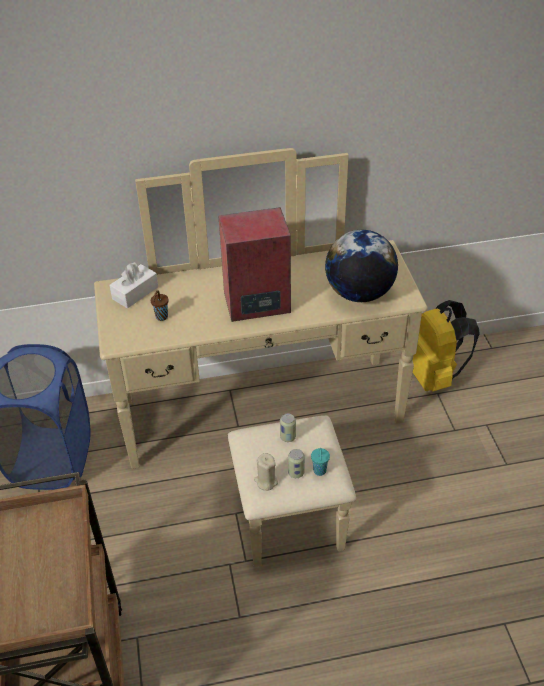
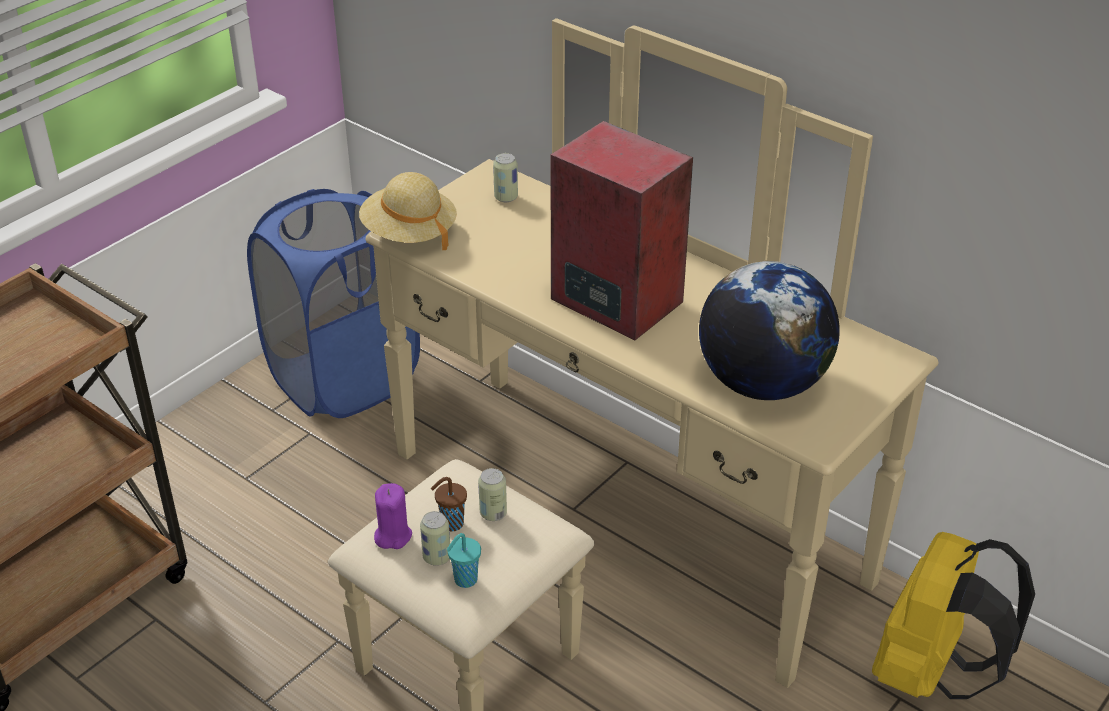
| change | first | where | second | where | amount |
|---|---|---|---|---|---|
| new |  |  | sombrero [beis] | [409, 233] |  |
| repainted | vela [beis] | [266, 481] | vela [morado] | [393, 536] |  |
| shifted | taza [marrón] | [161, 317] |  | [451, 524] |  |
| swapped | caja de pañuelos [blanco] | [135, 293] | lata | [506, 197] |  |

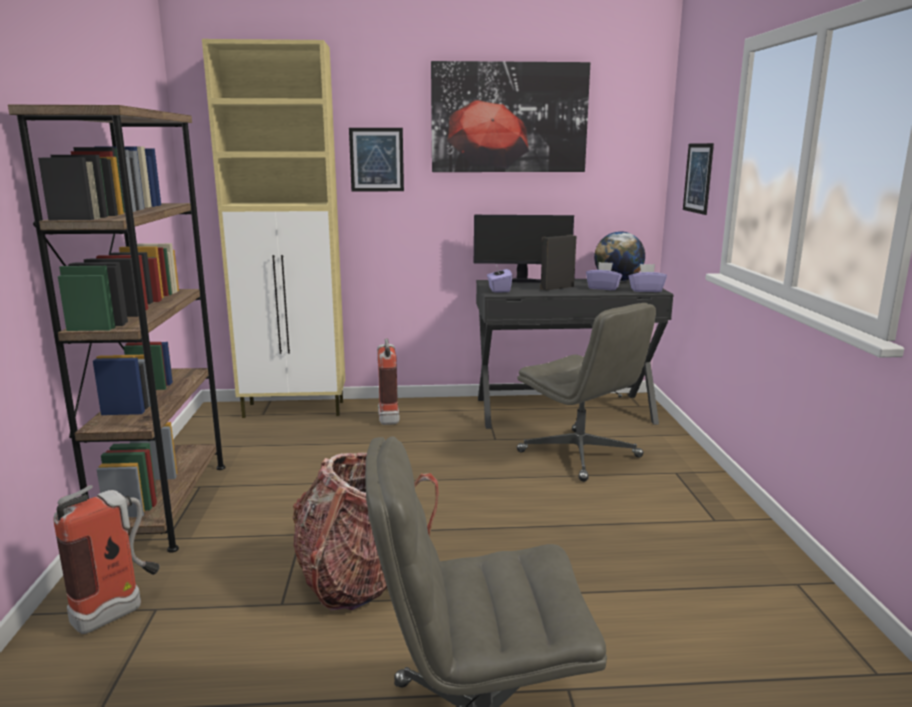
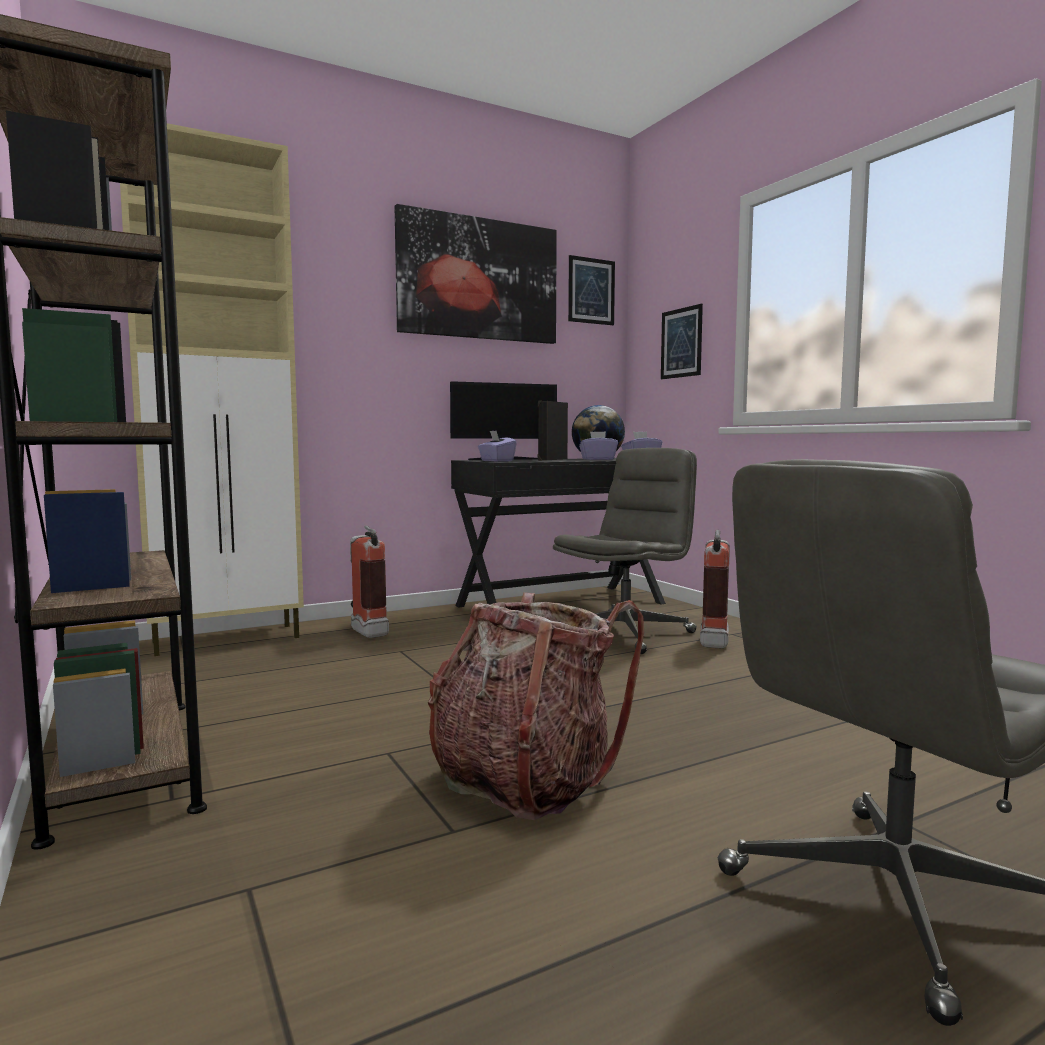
| change | first | where | second | where | amount |
|---|---|---|---|---|---|
| rotated | silla de oficina [gris] | [580, 455] |  | [625, 633] | 75 degrees counterclockwise |
| shifted | cuadro | [376, 159] |  | [591, 291] |  |
| shifted | extintor | [120, 611] |  | [714, 640] |  |

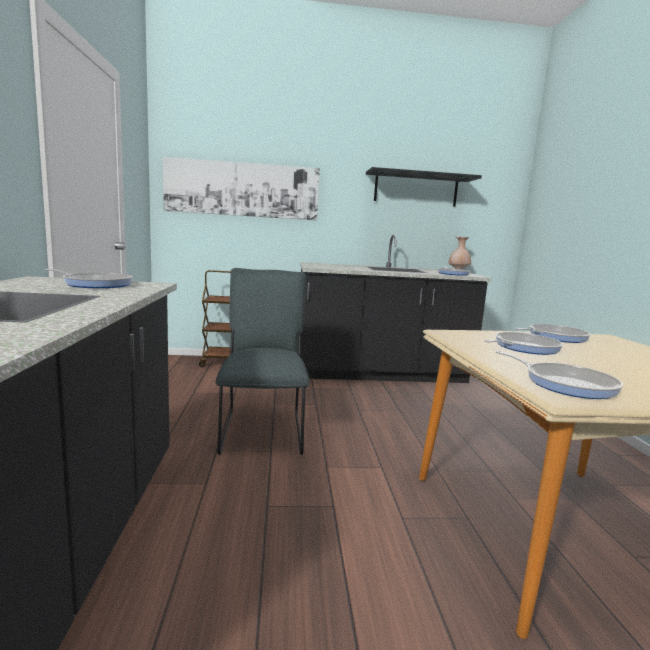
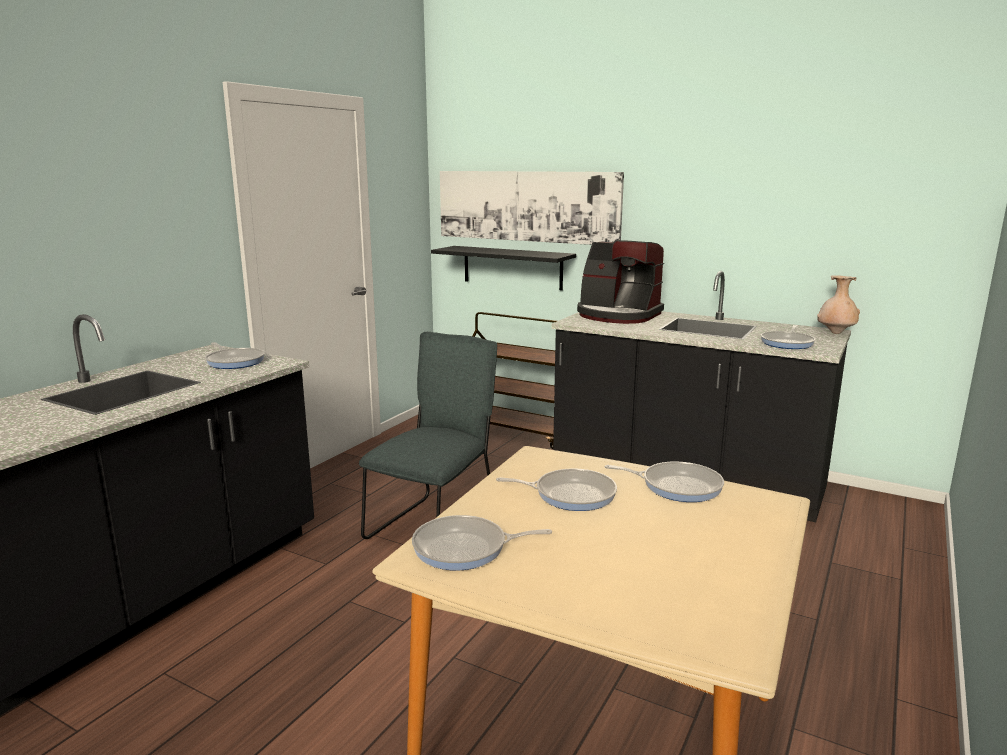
| change | first | where | second | where | amount |
|---|---|---|---|---|---|
| rotated | sartén | [565, 384] |  | [465, 549] | 90 degrees clockwise |
| shifted | estante [negro] | [416, 189] |  | [512, 267] |  |
| new |  |  | cafetera | [618, 315] |  |

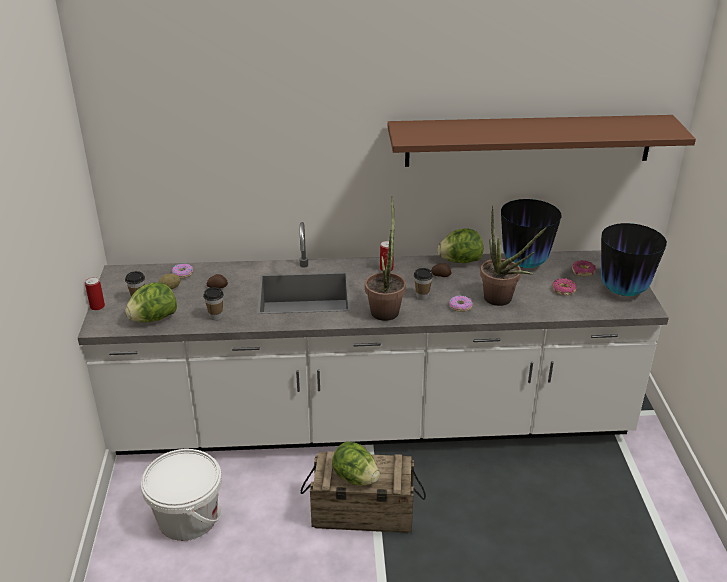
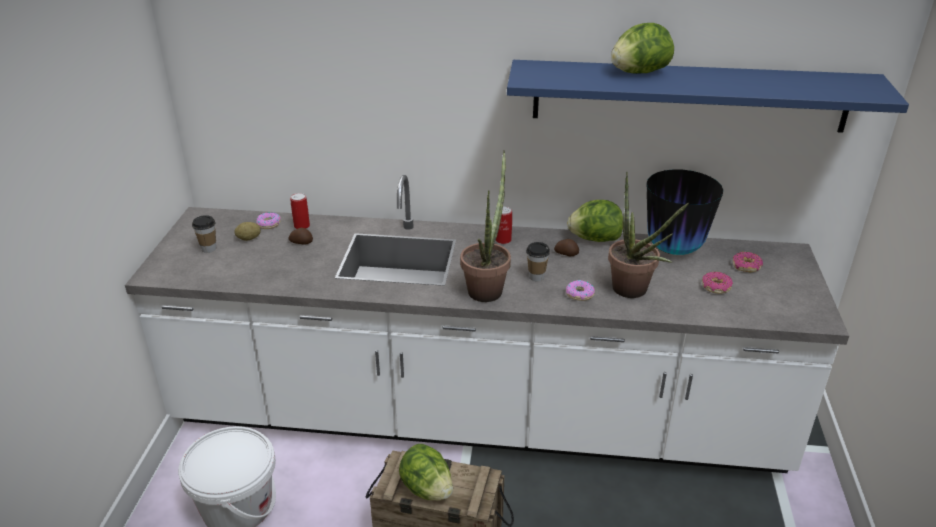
| change | first | where | second | where | amount |
|---|---|---|---|---|---|
| shifted | lata | [97, 306] |  | [302, 226] |  |
| repainted | estante [marrón] | [528, 140] | estante [azul] | [689, 96] |  |
| shifted | lechuga | [153, 319] |  | [639, 72] |  |
| gone | taza | [216, 316] |  |  |  |
| gone | florero | [623, 291] |  |  |  |

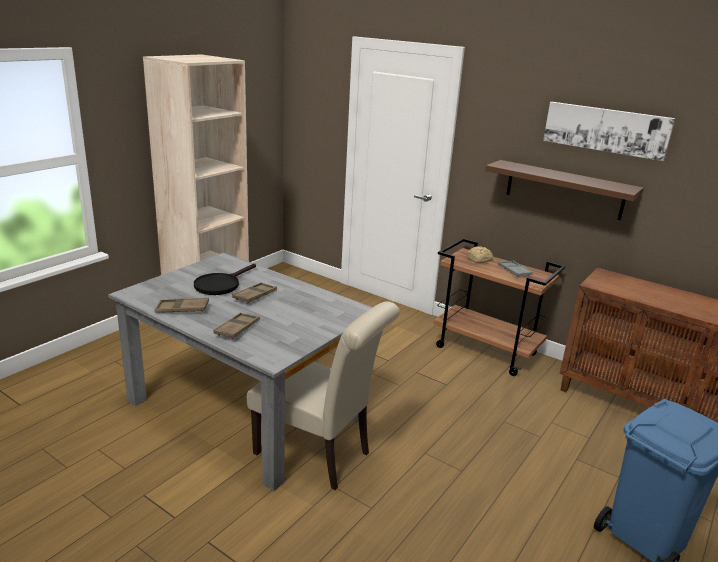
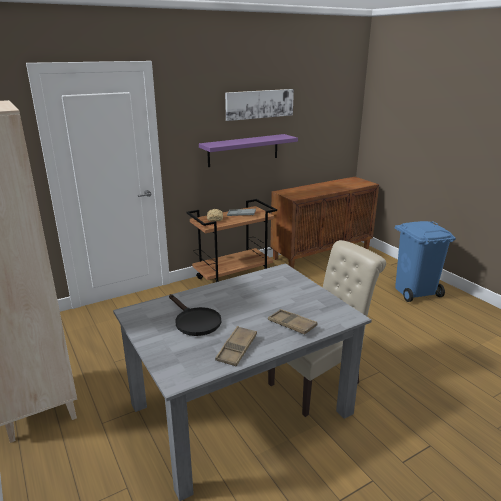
| change | first | where | second | where | amount |
|---|---|---|---|---|---|
| repainted | estante [marrón] | [564, 189] | estante [morado] | [243, 150] |  |
| gone | bandeja [marrón] | [255, 296] |  |  |  |

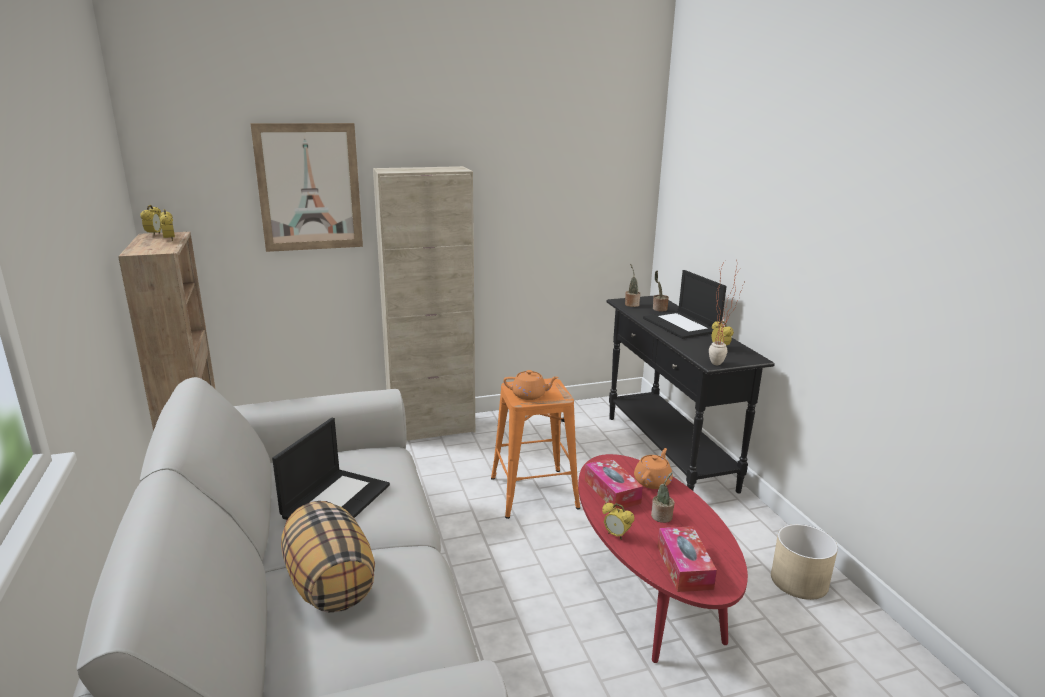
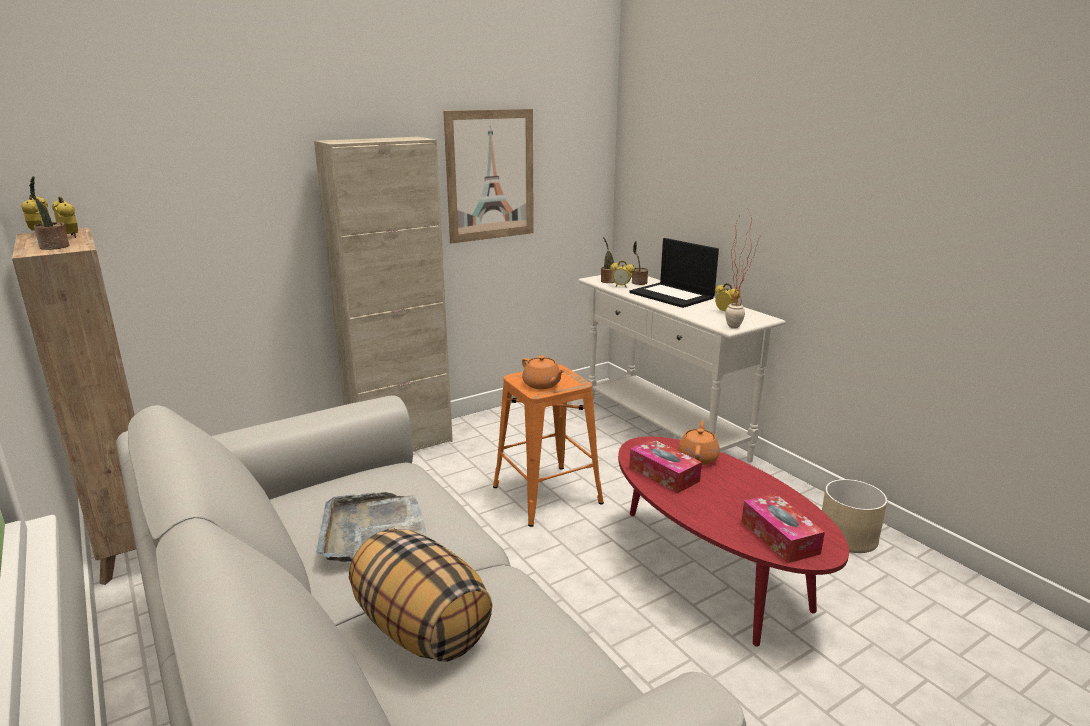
| change | first | where | second | where | amount |
|---|---|---|---|---|---|
| shifted | planta en maceta | [662, 517] |  | [54, 247] |  |
| swapped | portátil | [336, 500] | bandeja [gris] | [374, 531] |  |
| shifted | cuadro | [309, 187] |  | [490, 175] |  |
| rotated | tetera [naranja] | [530, 395] |  | [542, 384] | 60 degrees clockwise |
| repainted | mesa consola [negro] | [668, 452] | mesa consola [blanco] | [664, 433] |  |
| shifted | despertador | [616, 535] |  | [621, 286] |  |

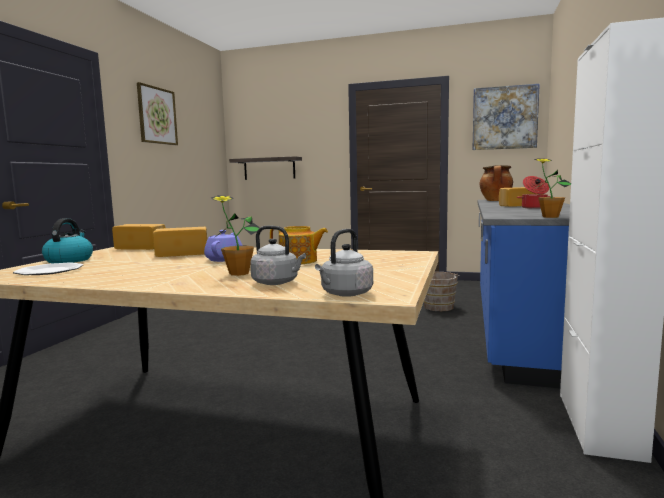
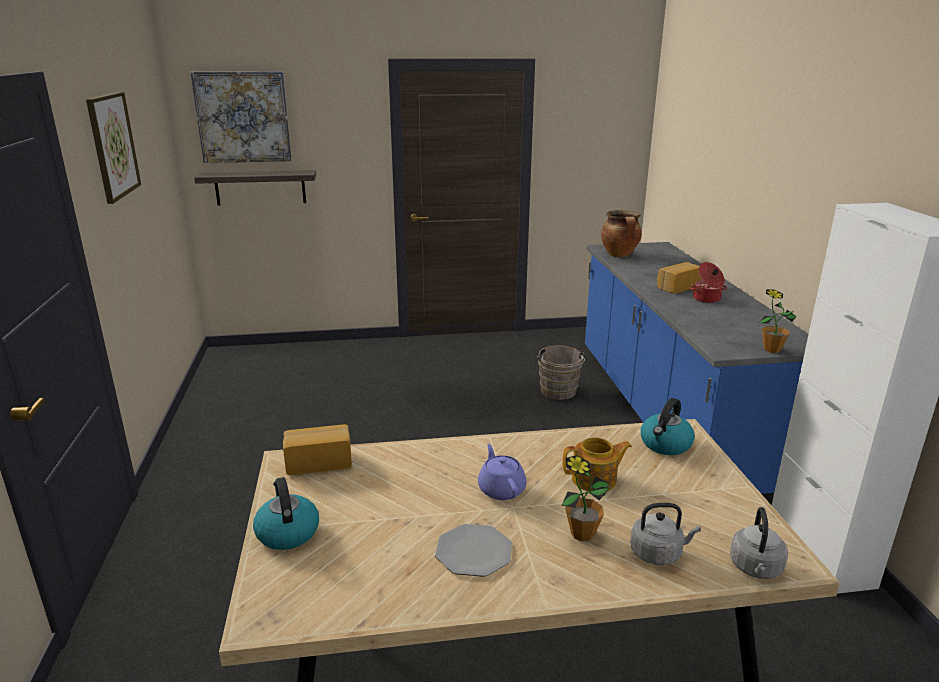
| change | first | where | second | where | amount |
|---|---|---|---|---|---|
| shifted | cuadro | [504, 118] |  | [243, 117] |  |
| shifted | plato | [50, 271] |  | [474, 552] |  |
| new |  |  | hervidor | [665, 445] |  |
| gone | pan | [182, 254] |  |  |  |

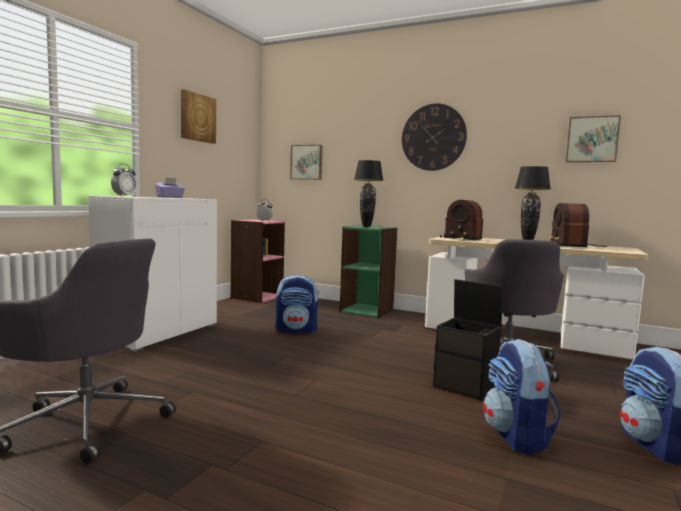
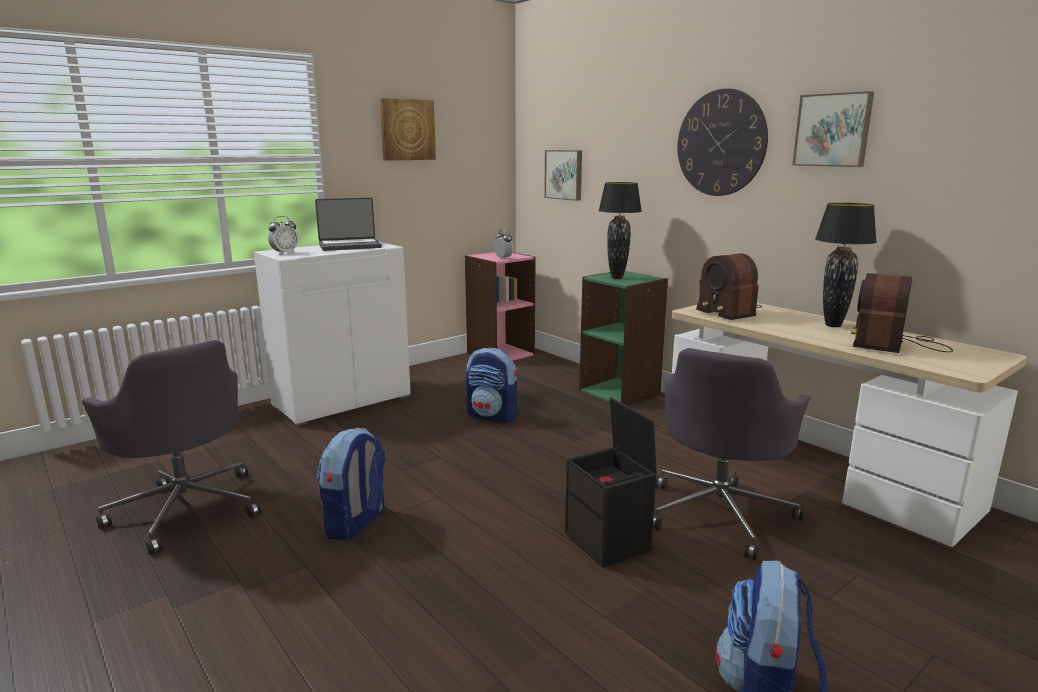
| change | first | where | second | where | amount |
|---|---|---|---|---|---|
| swapped | caja de pañuelos [morado] | [170, 197] | portátil | [350, 246] |  |
| shifted | mochila | [517, 437] |  | [356, 523] |  |
| shifted | cuadro | [592, 139] |  | [833, 130] |  |

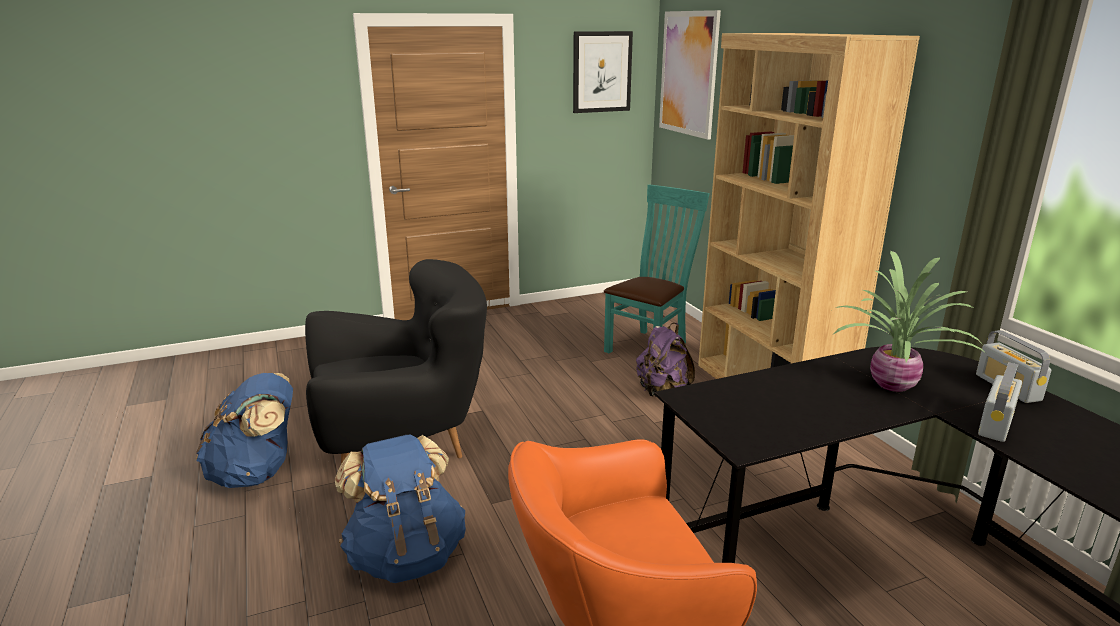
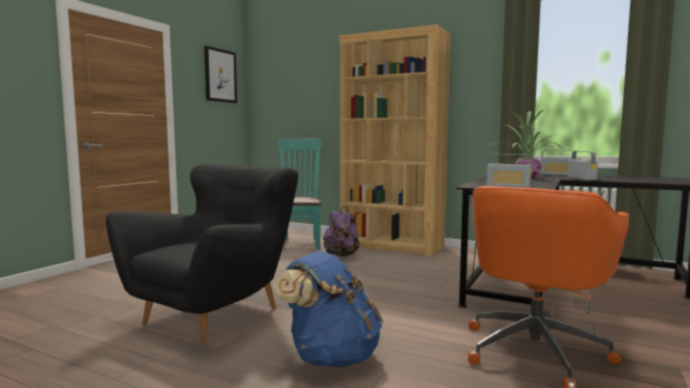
| change | first | where | second | where | amount |
|---|---|---|---|---|---|
| new |  |  | radio | [508, 186] |  |
| gone | mochila [azul] | [257, 473] |  |  |  |
| gone | cuadro | [688, 73] |  |  |  |

